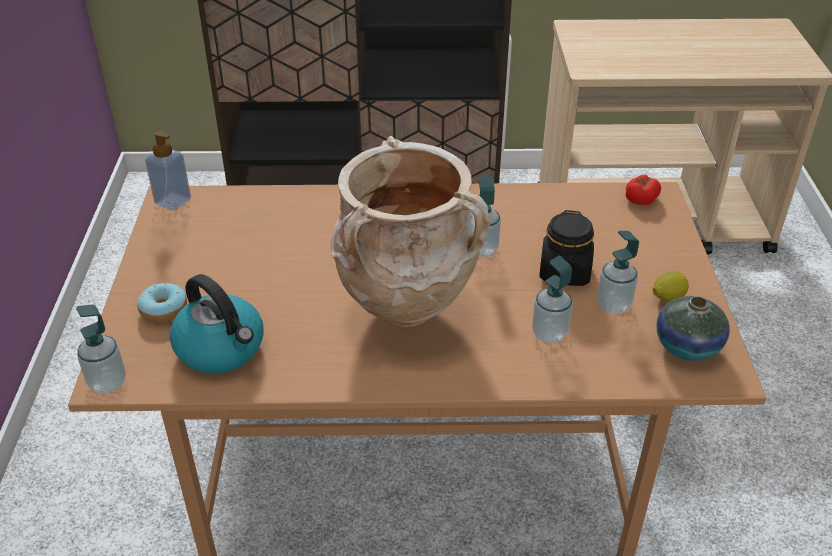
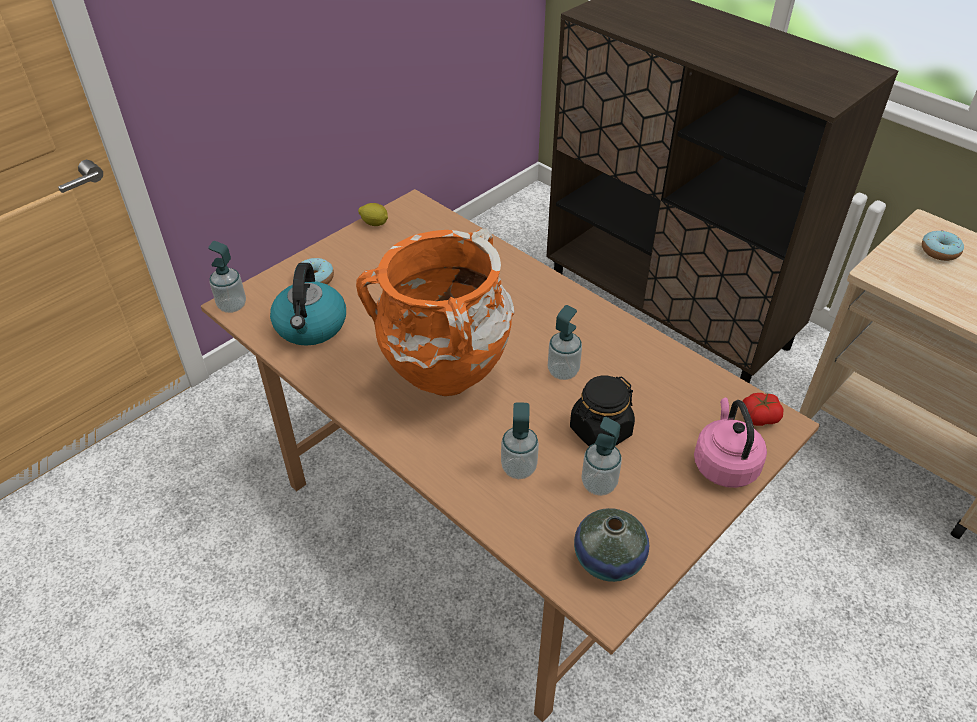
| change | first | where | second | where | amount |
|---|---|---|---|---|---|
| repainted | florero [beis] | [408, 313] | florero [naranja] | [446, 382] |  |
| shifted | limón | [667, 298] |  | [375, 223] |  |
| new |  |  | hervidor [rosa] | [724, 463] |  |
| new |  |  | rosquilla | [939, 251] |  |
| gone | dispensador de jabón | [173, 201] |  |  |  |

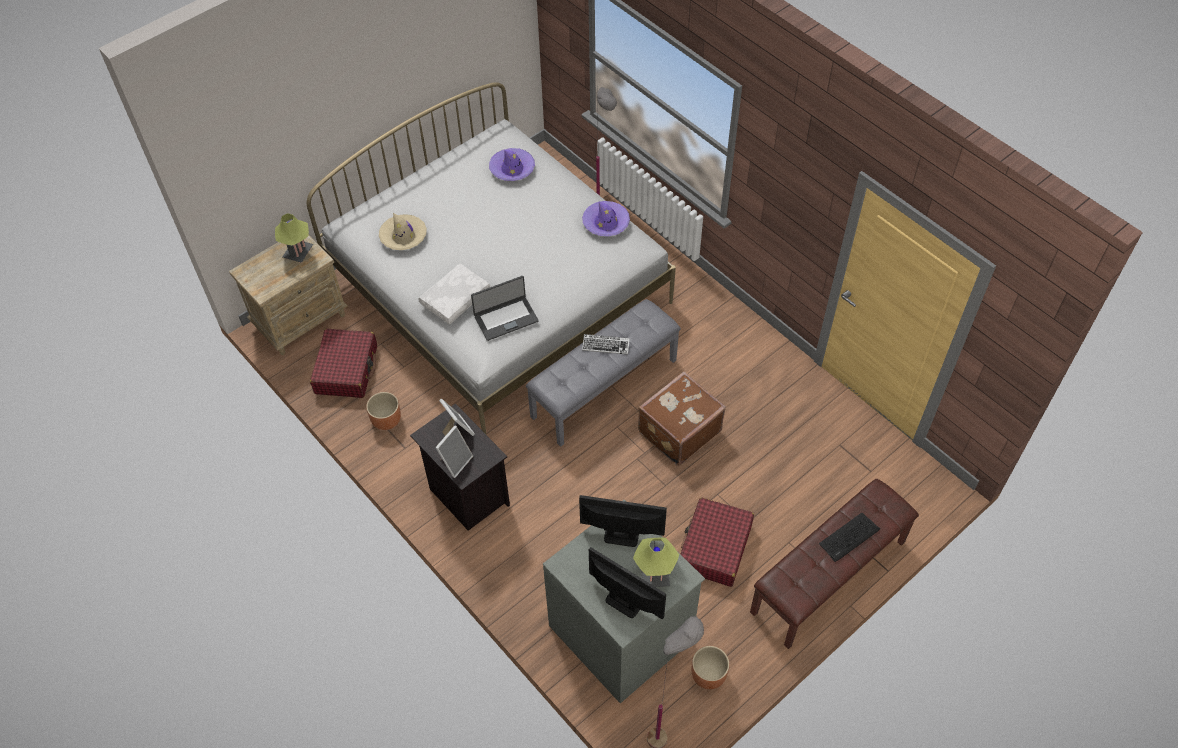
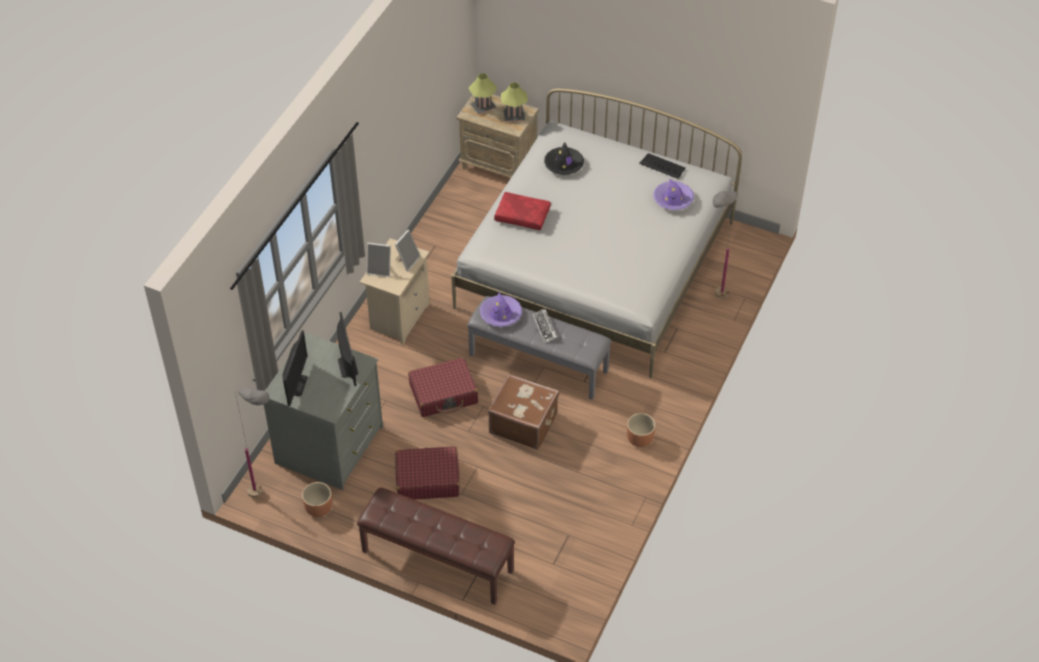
| change | first | where | second | where | amount |
|---|---|---|---|---|---|
| repainted | mesita de noche [negro] | [467, 495] | mesita de noche [beis] | [398, 317] |  |
| shifted | maleta [rojo] | [346, 369] |  | [444, 394] |  |
| shifted | lámpara de mesa | [654, 574] |  | [483, 107] |  |
| shifted | sombrero [morado] | [606, 223] |  | [501, 314] |  |
| repainted | cojín [blanco] | [455, 298] | cojín [rojo] | [523, 215] |  |
| repainted | sombrero [beis] | [403, 236] | sombrero [negro] | [564, 165] |  |
| shifted | maceta [marrón] | [386, 420] |  | [640, 439] |  |
| shifted | teclado | [849, 537] |  | [662, 166] |  |
| gone | portátil | [505, 318] |  |  |  |

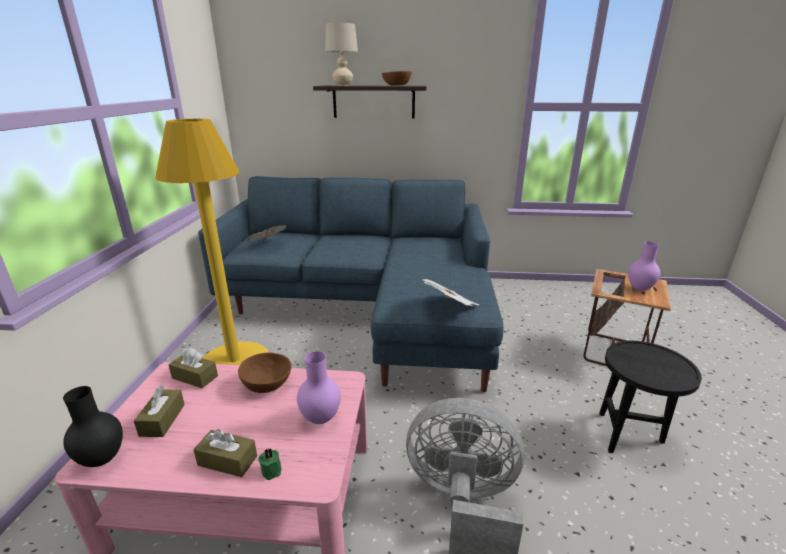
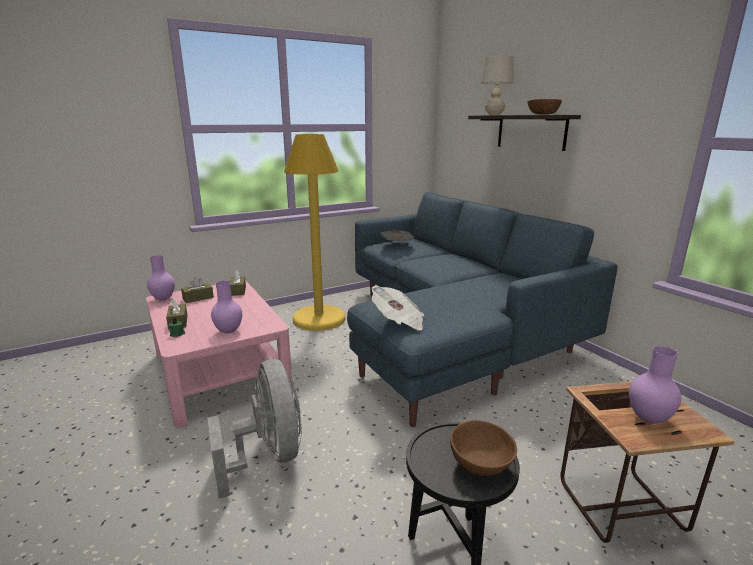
| change | first | where | second | where | amount |
|---|---|---|---|---|---|
| repainted | florero [negro] | [101, 459] | florero [morado] | [163, 298] |  |
| shifted | cuenco [marrón] | [266, 384] |  | [479, 463] |  |

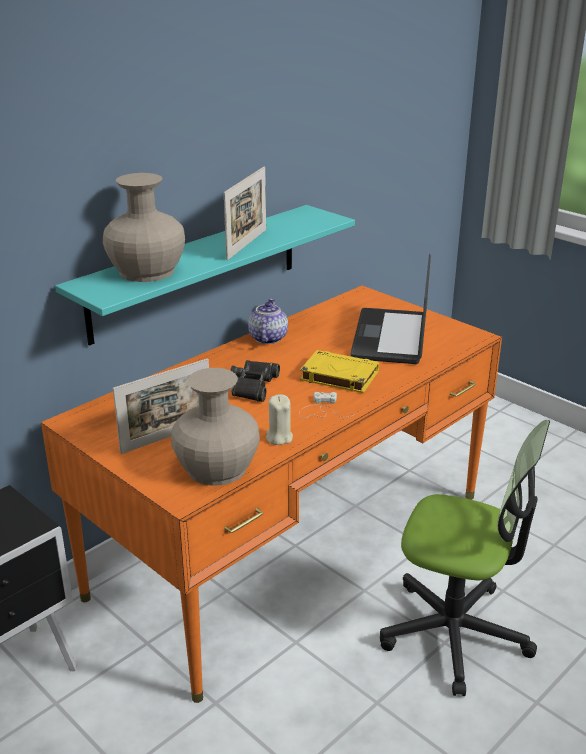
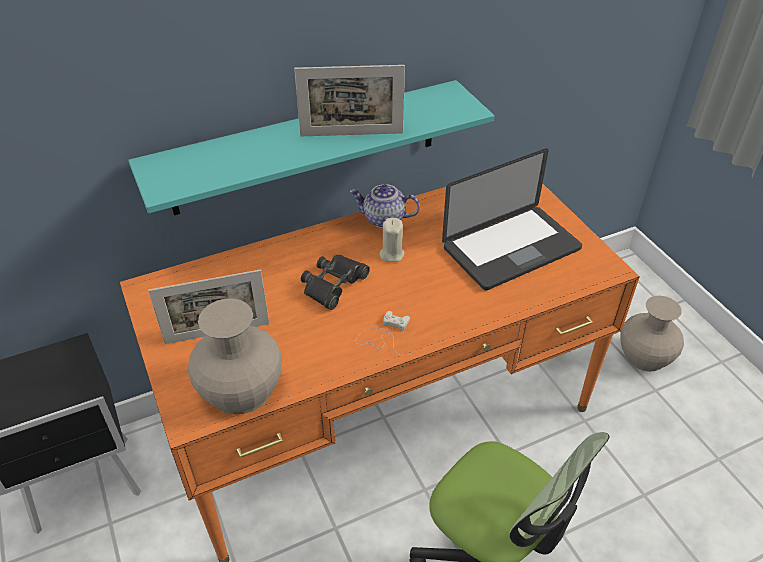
| change | first | where | second | where | amount |
|---|---|---|---|---|---|
| rotated | portarretratos | [247, 244] |  | [351, 134] | 45 degrees clockwise |
| rotated | tetera | [267, 338] |  | [384, 220] | 105 degrees counterclockwise |
| shifted | vela [beis] | [279, 437] |  | [391, 254] |  |
| rotated | portátil | [389, 337] |  | [511, 249] | 150 degrees counterclockwise |
| shifted | florero [beis] | [147, 271] |  | [645, 355] |  |
| gone | libro [amarillo] | [338, 376] |  |  |  |

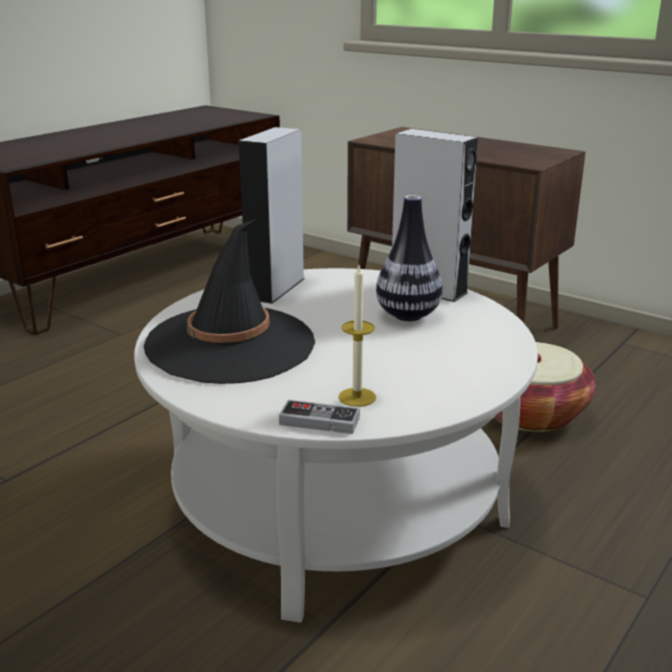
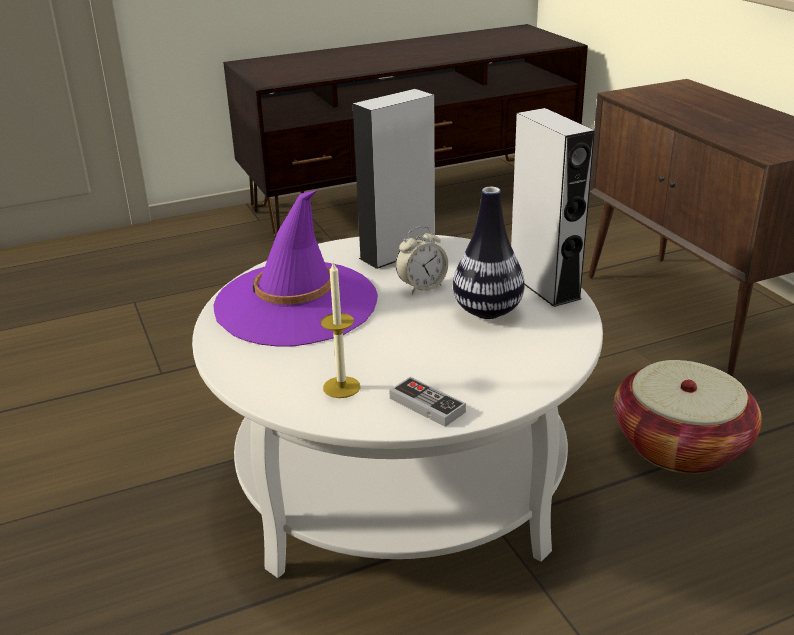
| change | first | where | second | where | amount |
|---|---|---|---|---|---|
| repainted | sombrero [negro] | [230, 344] | sombrero [morado] | [296, 304] |  |
| shifted | mando de consola | [319, 421] |  | [427, 405] |  |
| new |  |  | despertador | [422, 286] |  |

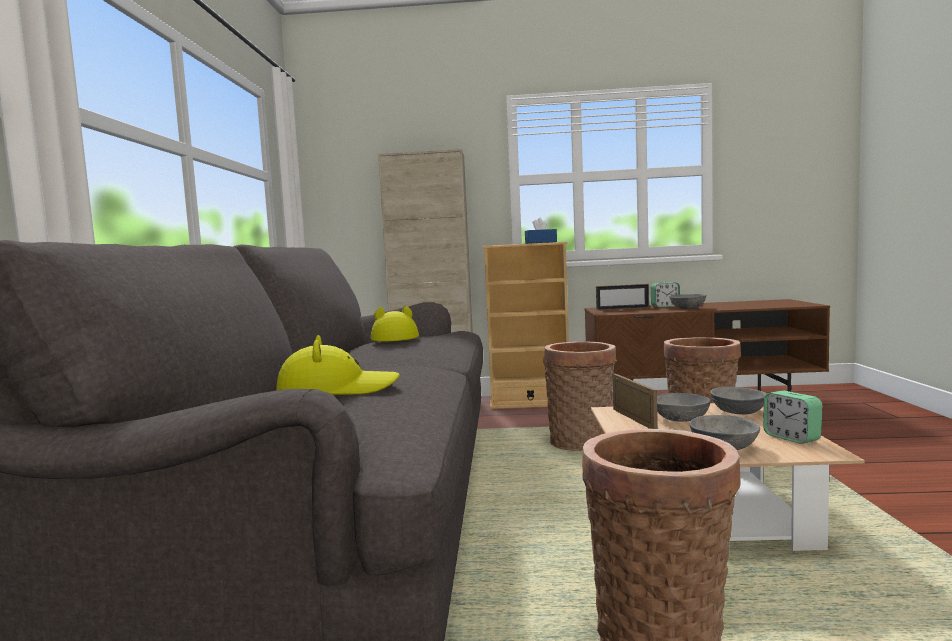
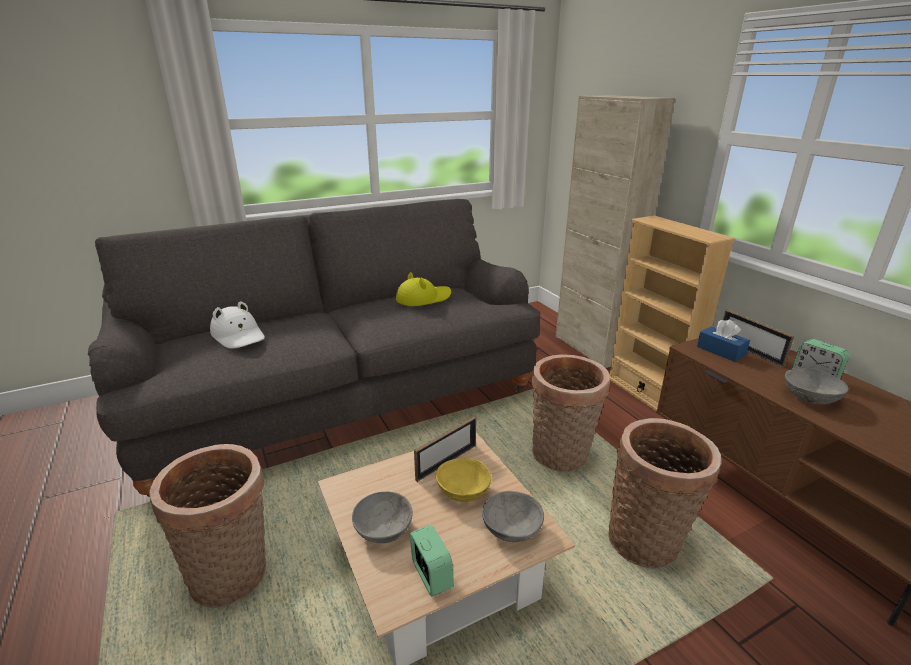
| change | first | where | second | where | amount |
|---|---|---|---|---|---|
| repainted | sombrero [amarillo] | [337, 389] | sombrero [blanco] | [239, 335] |  |
| rotated | despertador | [791, 438] |  | [431, 576] | 120 degrees clockwise |
| repainted | cuenco [gris] | [681, 419] | cuenco [amarillo] | [463, 491] |  |
| shifted | caja de pañuelos [azul] | [541, 242] |  | [720, 351] |  |

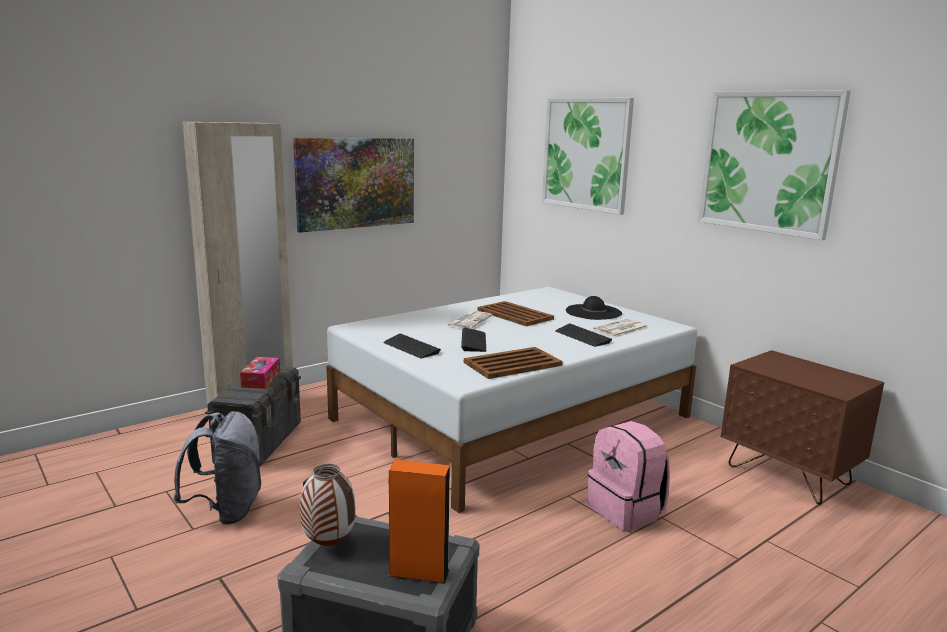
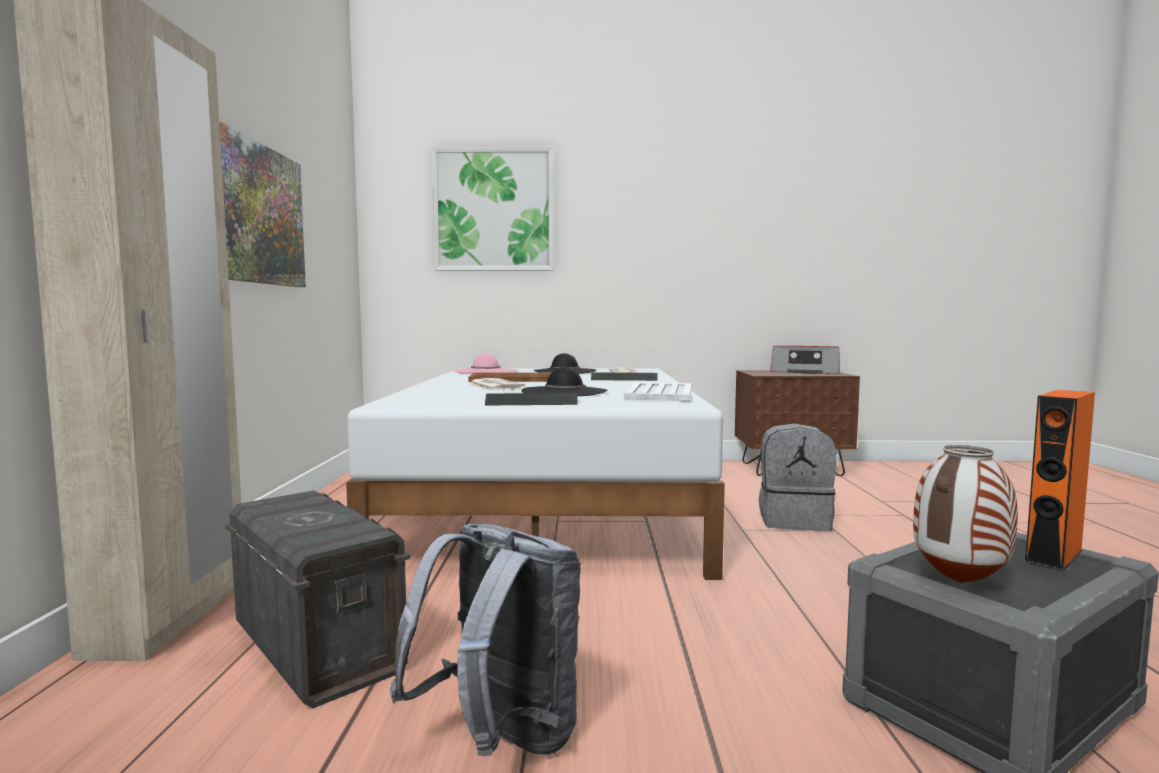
| change | first | where | second | where | amount |
|---|---|---|---|---|---|
| new |  |  | sombrero [rosa] | [485, 371] |  |
| swapped | teclado | [473, 341] | sombrero [negro] | [564, 391] |  |
| repainted | bandeja [marrón] | [511, 364] | bandeja [blanco] | [659, 394] |  |
| repainted | mochila [rosa] | [626, 511] | mochila [gris] | [794, 520] |  |
| new |  |  | radio | [804, 372] |  |
| gone | caja de pañuelos | [261, 379] |  |  |  |
| gone | cuadro | [768, 162] |  |  |  |

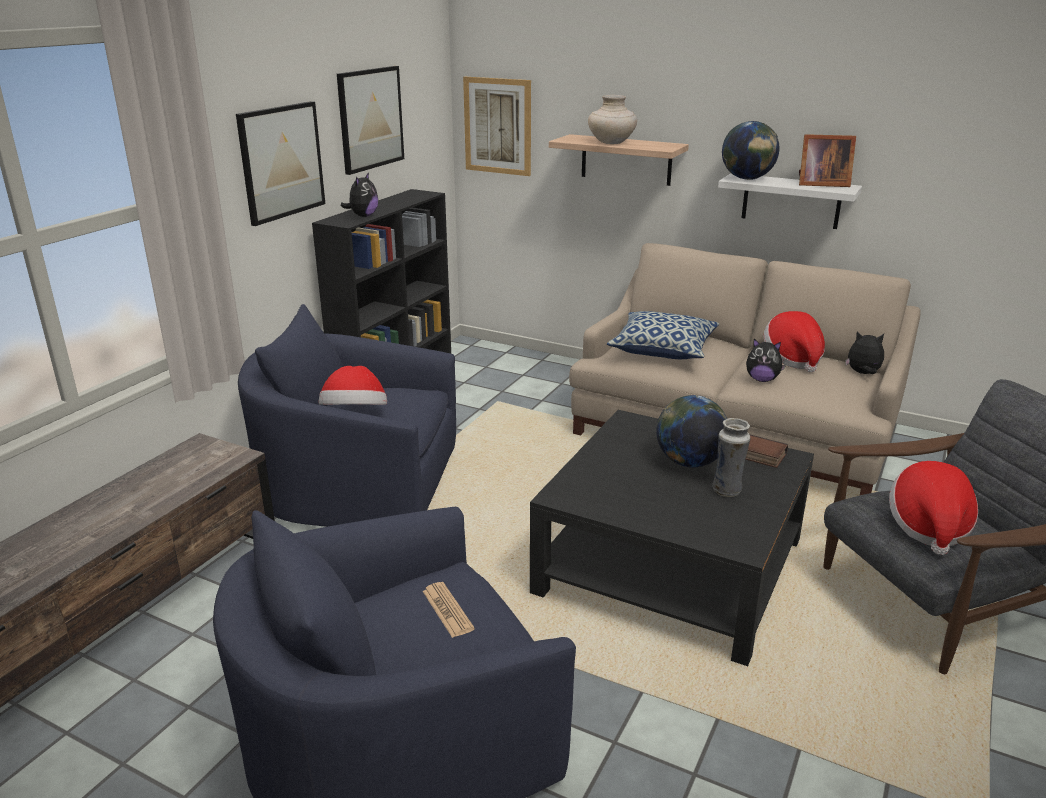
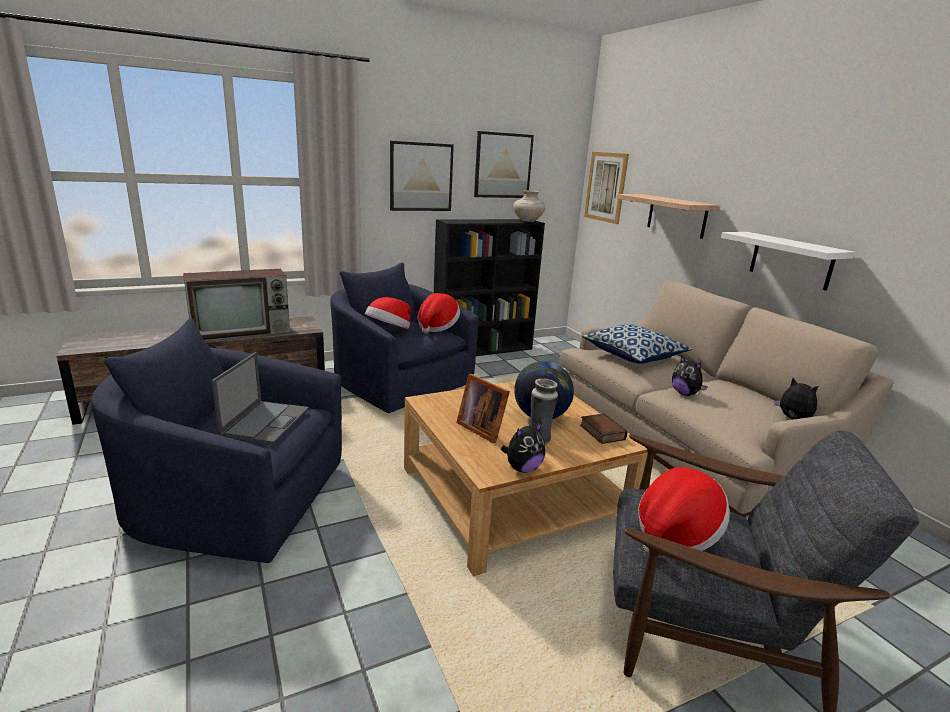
| change | first | where | second | where | amount |
|---|---|---|---|---|---|
| new |  |  | televisor | [243, 331] |  |
| swapped | periódico | [447, 610] | portátil | [266, 421] |  |
| repainted | mesa de centro [negro] | [670, 566] | mesa de centro [beis] | [512, 496] |  |
| shifted | sombrero | [792, 359] |  | [437, 327] |  |
| shifted | portarretratos | [820, 184] |  | [482, 428] |  |
| shifted | peluche | [363, 216] |  | [522, 468] |  |
| shifted | florero [beis] | [611, 142] |  | [527, 221] |  |
| gone | globo terráqueo | [747, 179] |  |  |  |

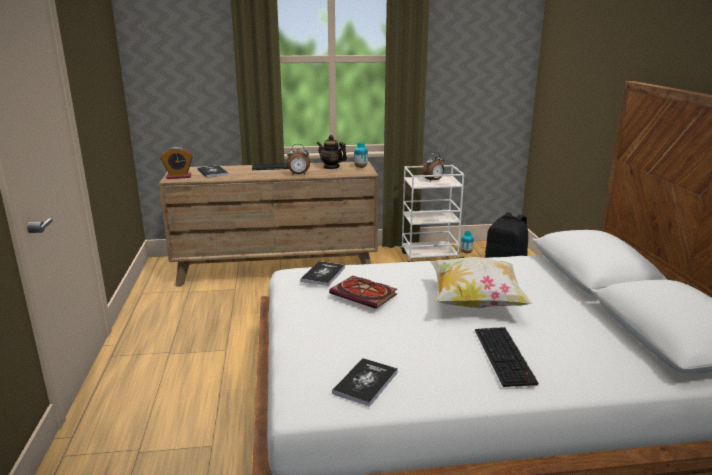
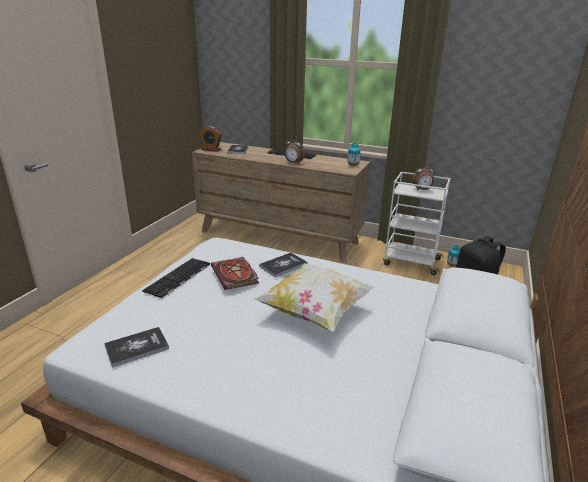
| change | first | where | second | where | amount |
|---|---|---|---|---|---|
| shifted | teclado | [505, 356] |  | [178, 278] |  |
| shifted | libro | [323, 274] |  | [283, 265] |  |
| gone | tetera | [331, 167] |  |  |  |

